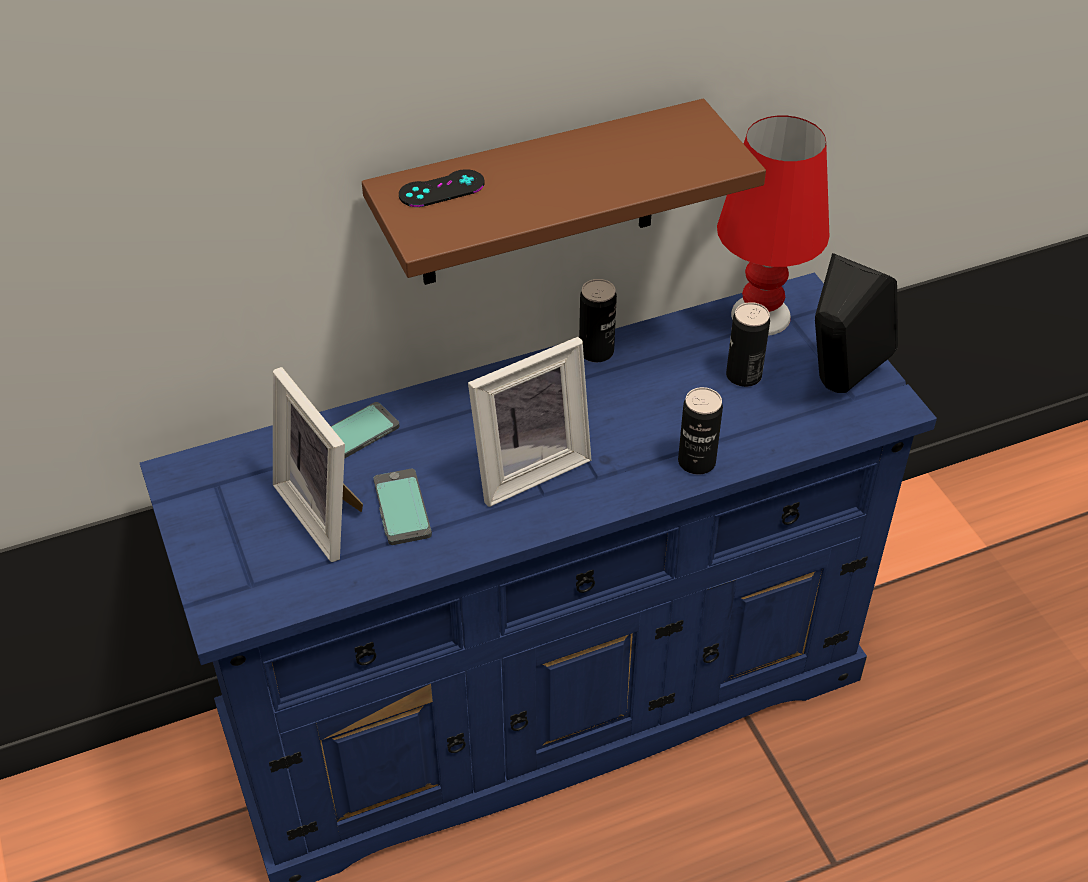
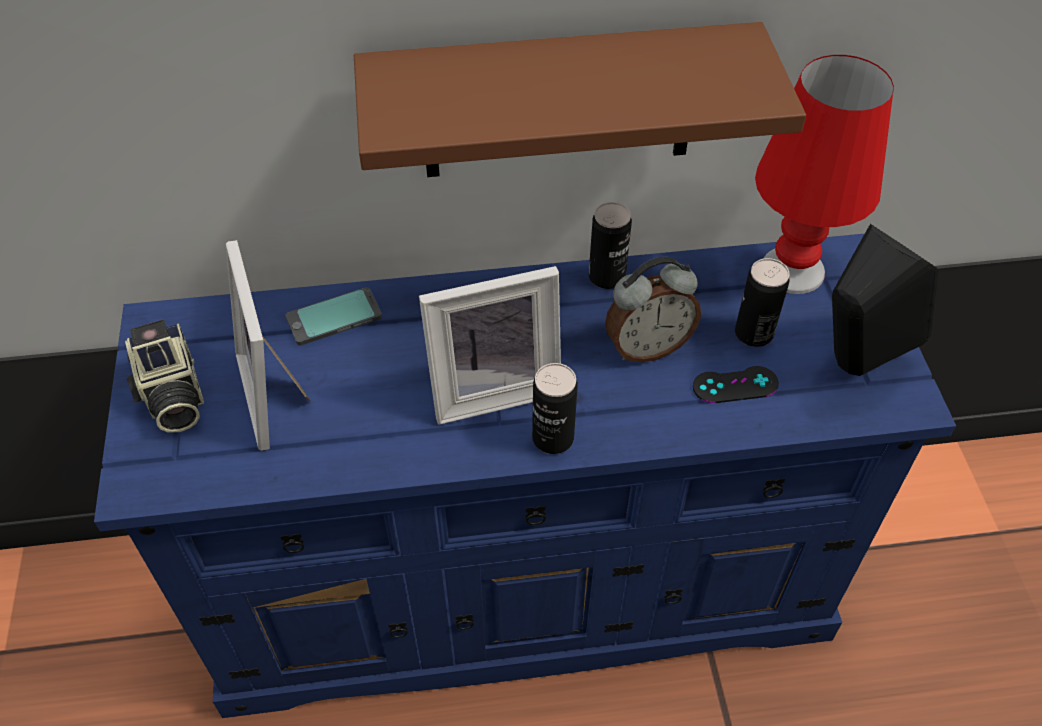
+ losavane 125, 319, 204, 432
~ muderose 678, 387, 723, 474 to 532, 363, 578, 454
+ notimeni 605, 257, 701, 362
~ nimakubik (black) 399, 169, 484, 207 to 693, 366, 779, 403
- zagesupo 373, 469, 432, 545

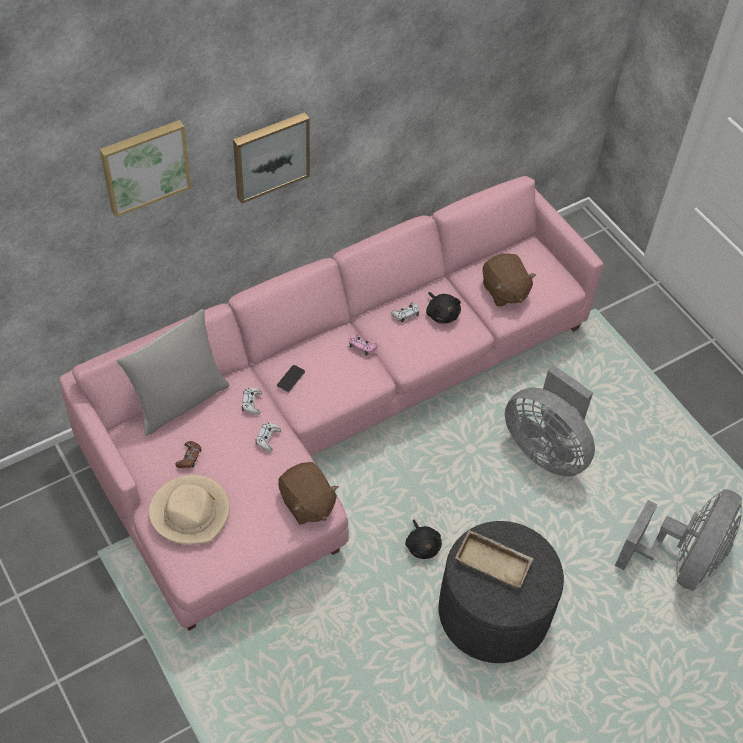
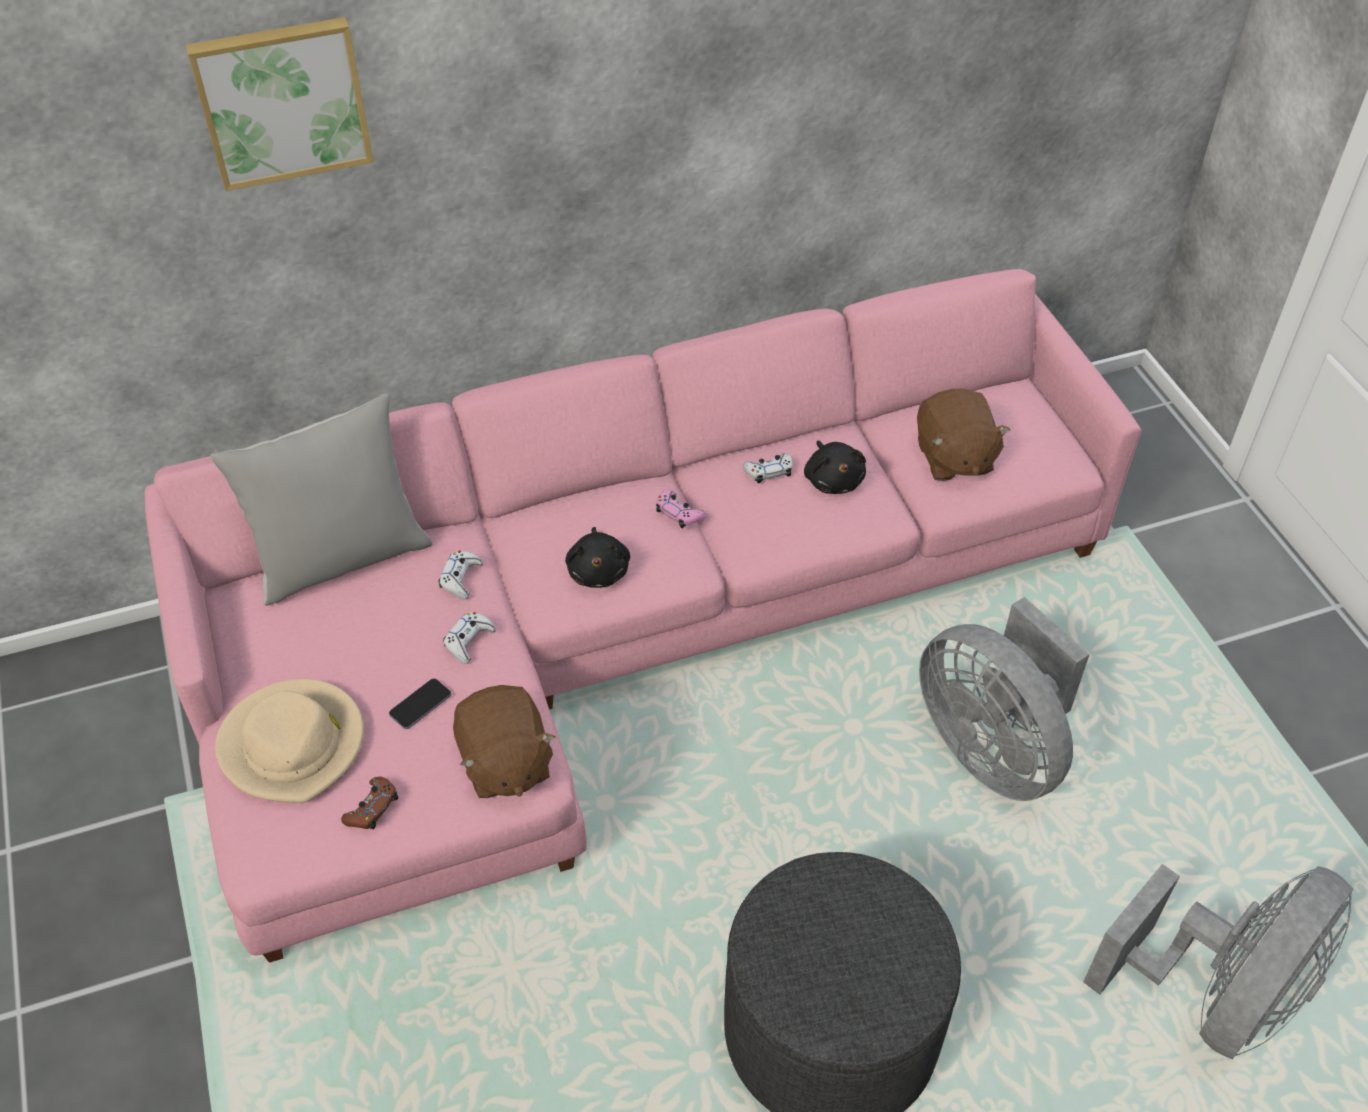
~ nimakubik (brown) 175, 441, 202, 468 to 341, 777, 398, 829
~ zagesupo 277, 365, 305, 392 to 389, 678, 451, 729
~ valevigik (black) 405, 519, 442, 559 to 565, 527, 630, 588
- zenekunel 233, 112, 310, 204
- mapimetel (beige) 455, 530, 533, 588

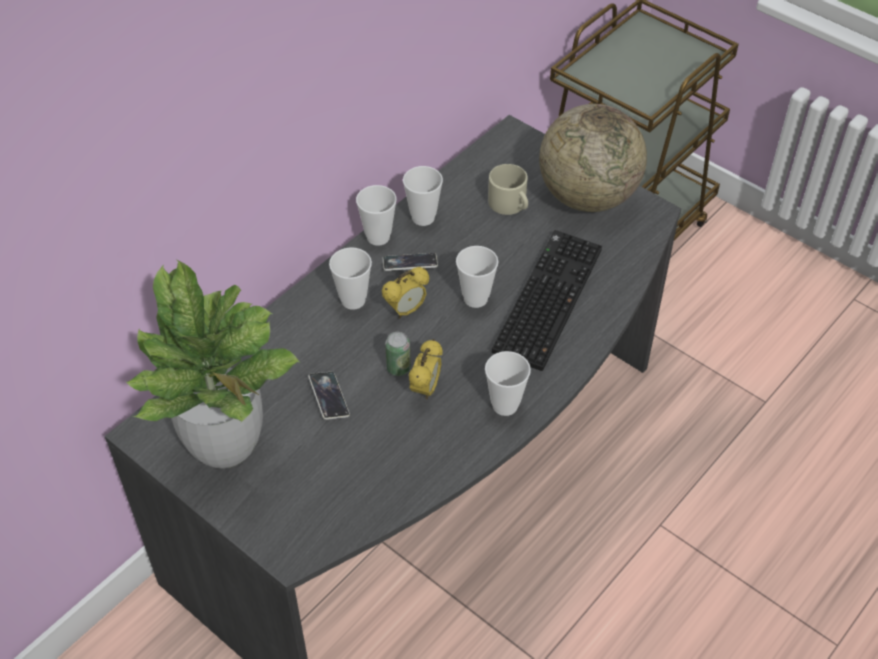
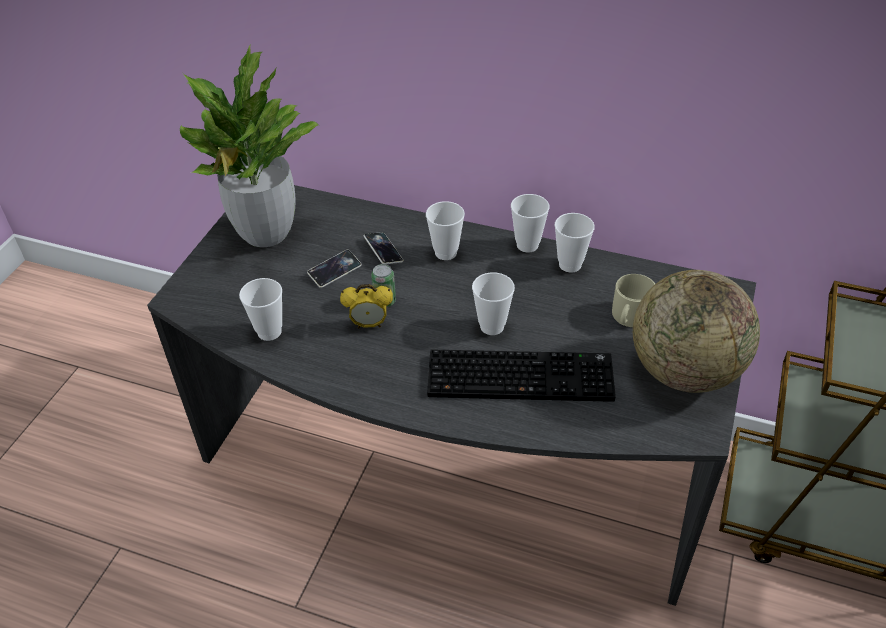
~ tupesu 485, 351, 531, 416 to 239, 278, 282, 341
~ zagesupo 383, 253, 438, 271 to 363, 232, 404, 264
- notimeni 382, 267, 429, 319

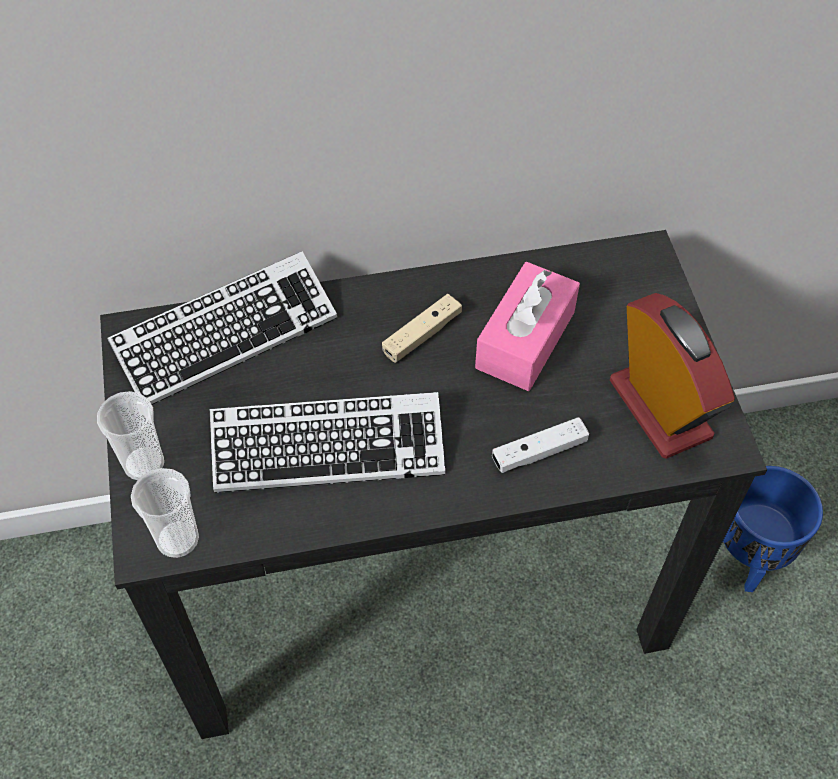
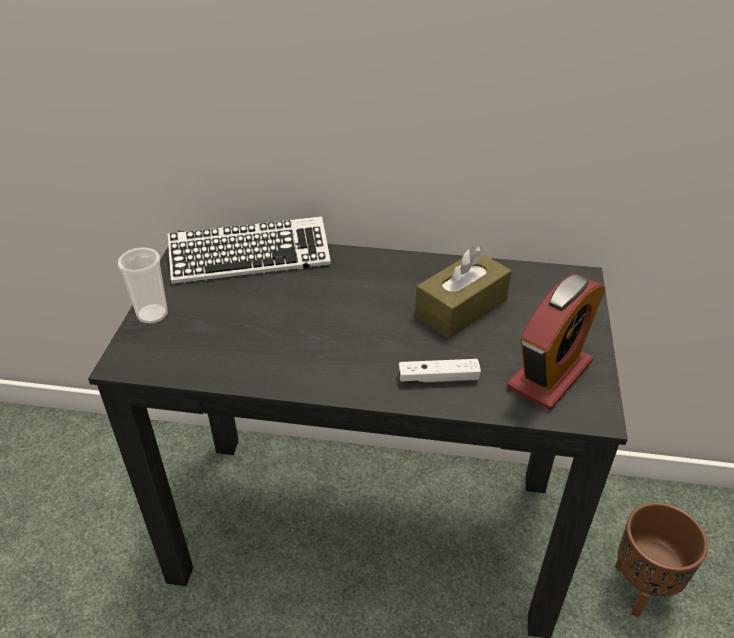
~ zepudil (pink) 475, 262, 580, 391 to zepudil (brown) 415, 246, 512, 338
~ notimeni 610, 293, 735, 459 = 507, 274, 605, 410 45 degrees clockwise
~ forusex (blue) 723, 466, 823, 592 to forusex (brown) 615, 502, 708, 617
- tupesu 131, 468, 199, 558
- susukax 210, 392, 445, 493
- nimakubik (beige) 382, 294, 462, 363

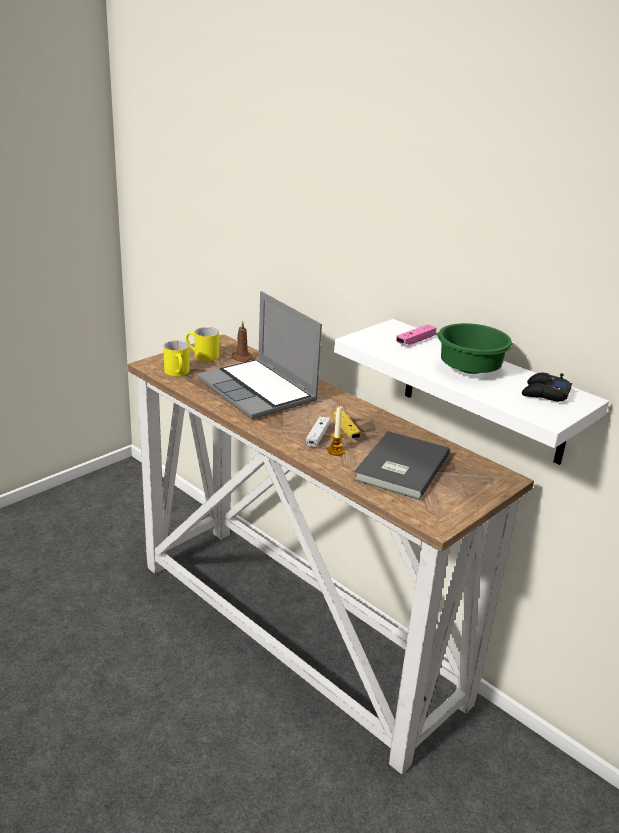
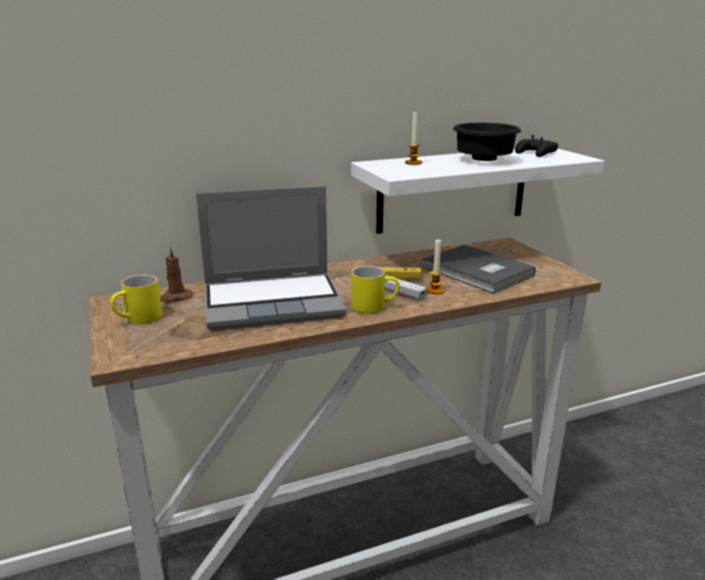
~ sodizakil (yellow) 163, 341, 190, 376 to 351, 266, 400, 313
~ nimakubik (pink) 396, 324, 436, 345 to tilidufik 405, 111, 422, 165
~ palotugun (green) 438, 323, 512, 374 to palotugun (black) 453, 123, 521, 161

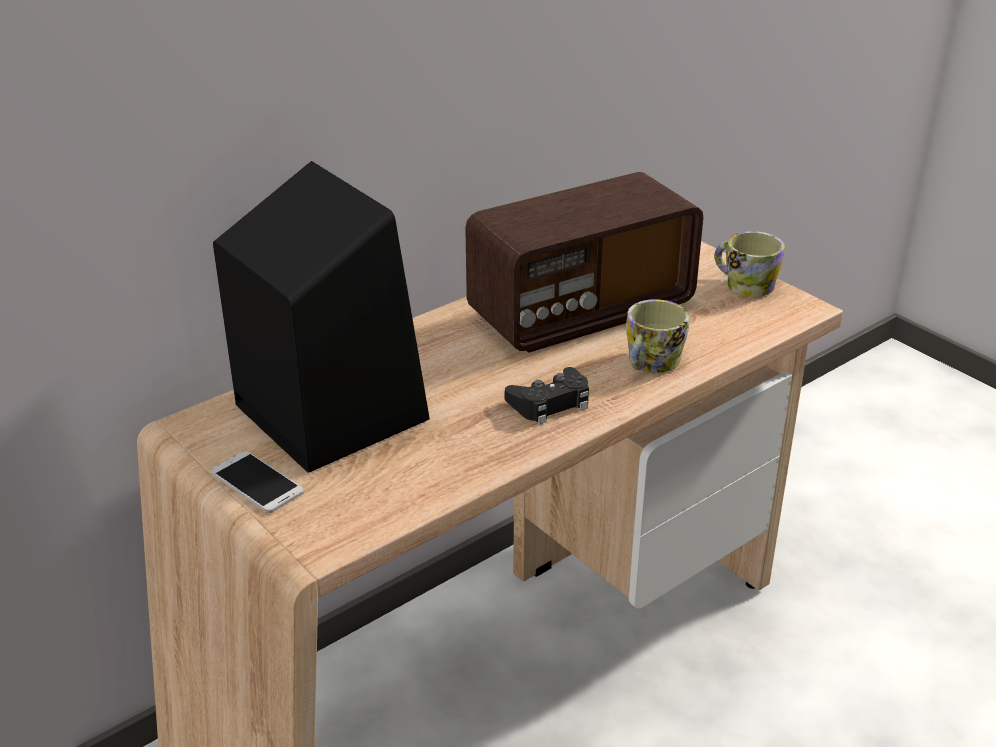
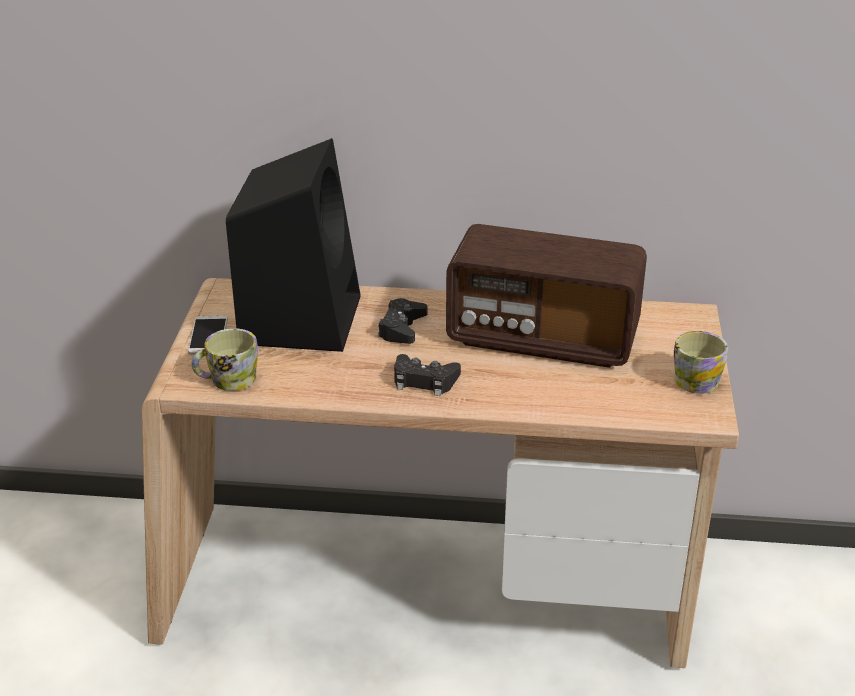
~ sodizakil 626, 299, 689, 373 to 191, 328, 258, 391
+ nimakubik (black) 378, 298, 428, 344

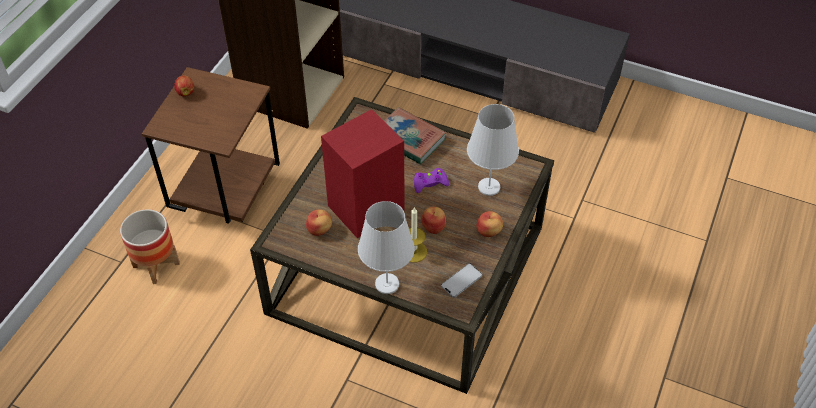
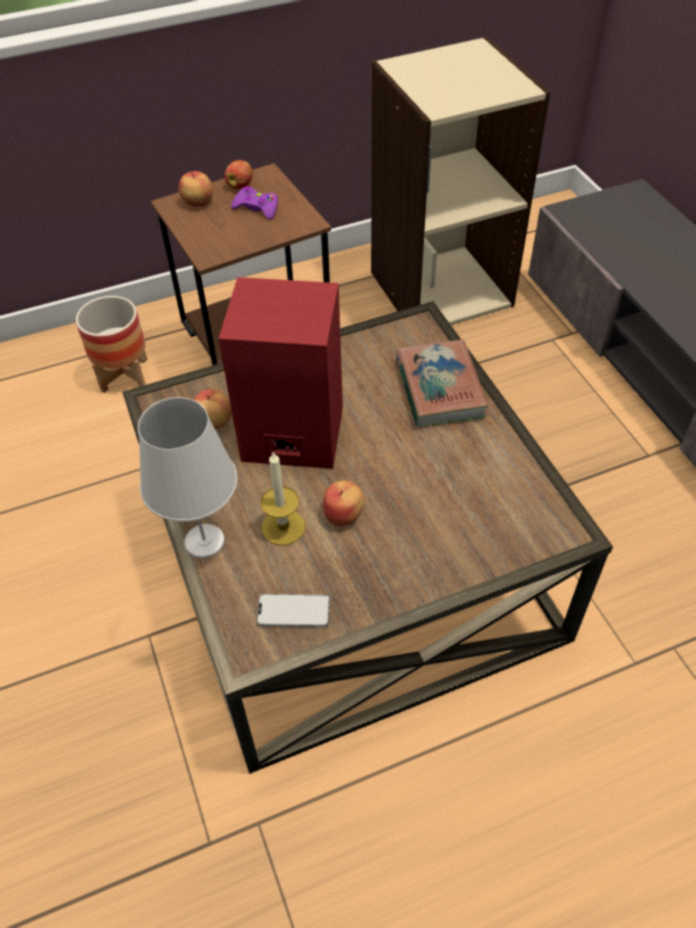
~ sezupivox 477, 211, 503, 237 to 179, 171, 213, 206
~ nimakubik (purple) 414, 168, 449, 193 to 231, 186, 278, 220
- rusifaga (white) 467, 104, 519, 196

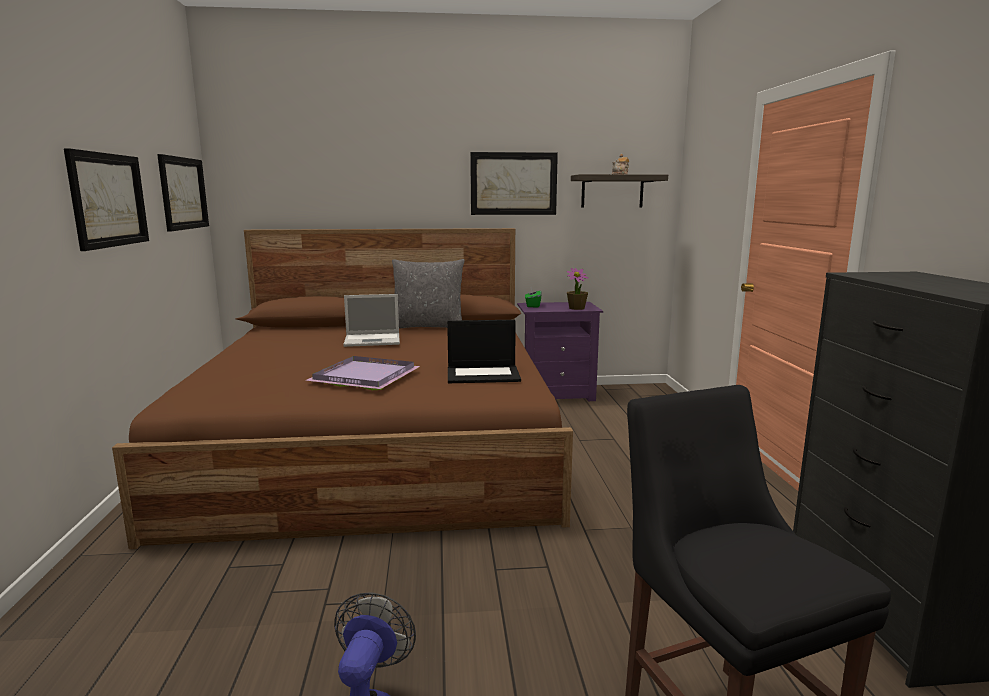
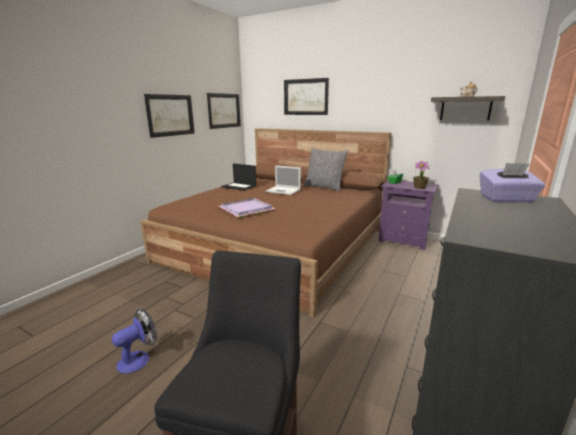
~ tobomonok 447, 320, 521, 383 to 221, 163, 256, 191
~ zenekunel 470, 152, 558, 215 to 284, 78, 329, 115
+ zepudil (purple) 480, 163, 545, 203

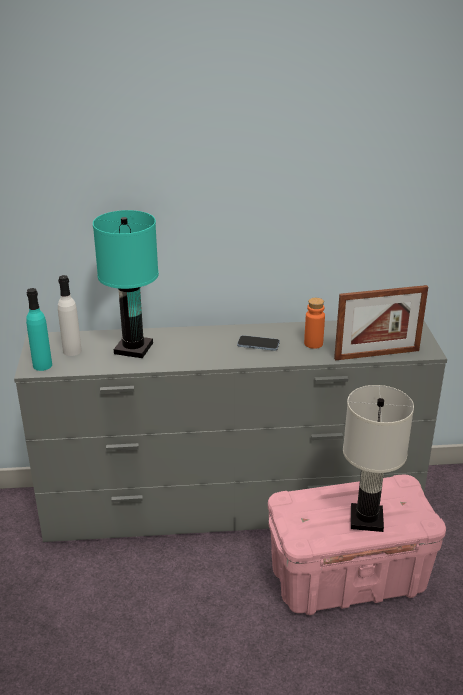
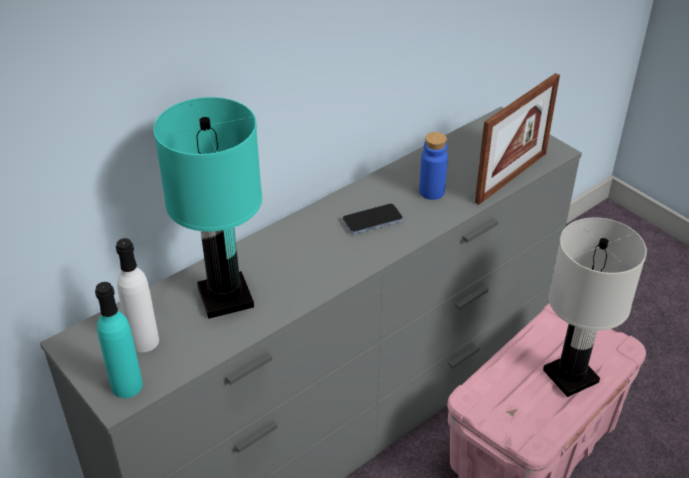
~ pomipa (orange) 304, 298, 325, 349 to pomipa (blue) 419, 132, 448, 200

